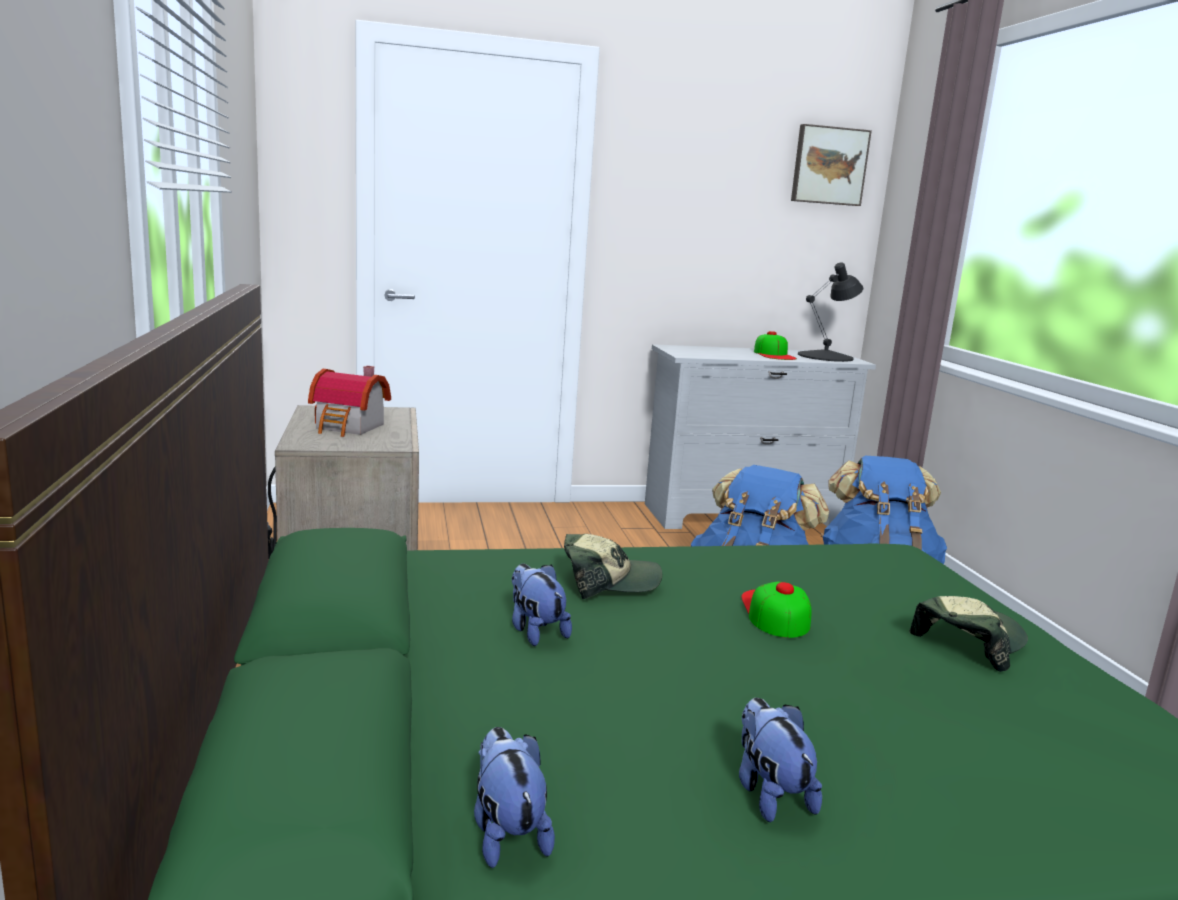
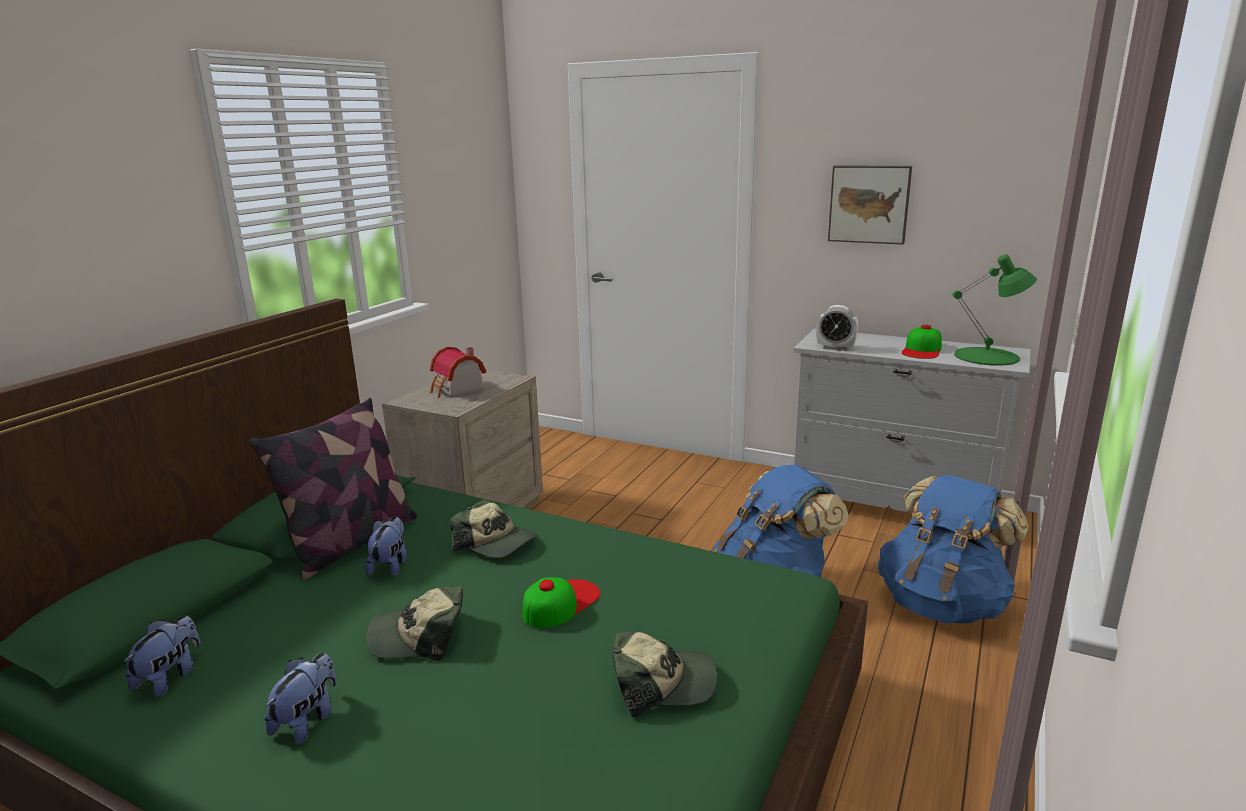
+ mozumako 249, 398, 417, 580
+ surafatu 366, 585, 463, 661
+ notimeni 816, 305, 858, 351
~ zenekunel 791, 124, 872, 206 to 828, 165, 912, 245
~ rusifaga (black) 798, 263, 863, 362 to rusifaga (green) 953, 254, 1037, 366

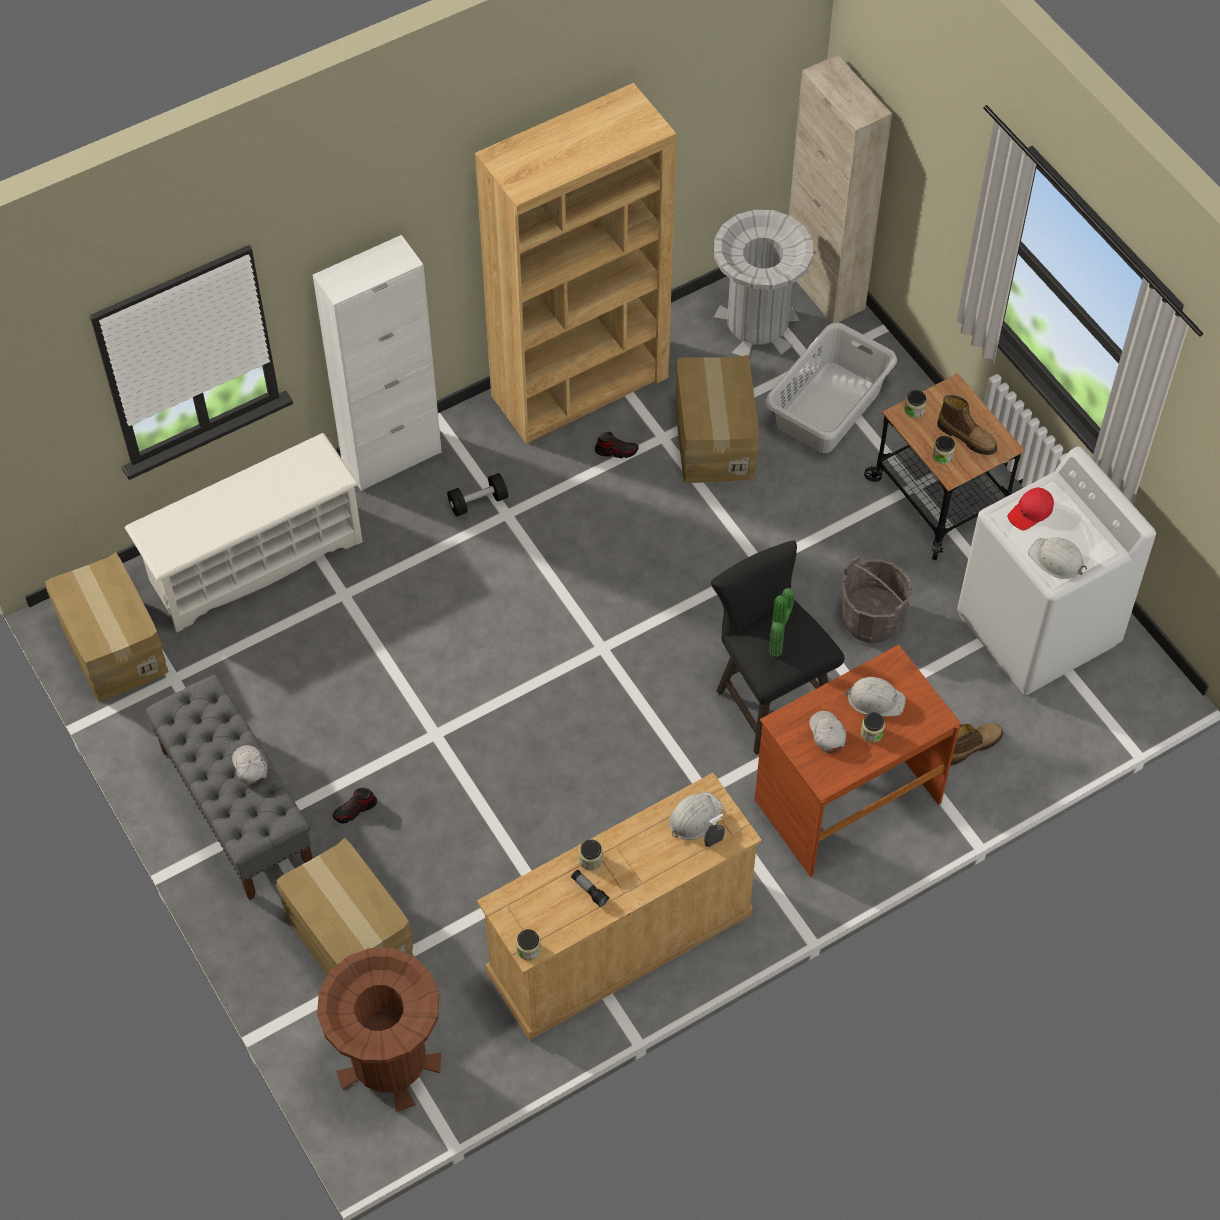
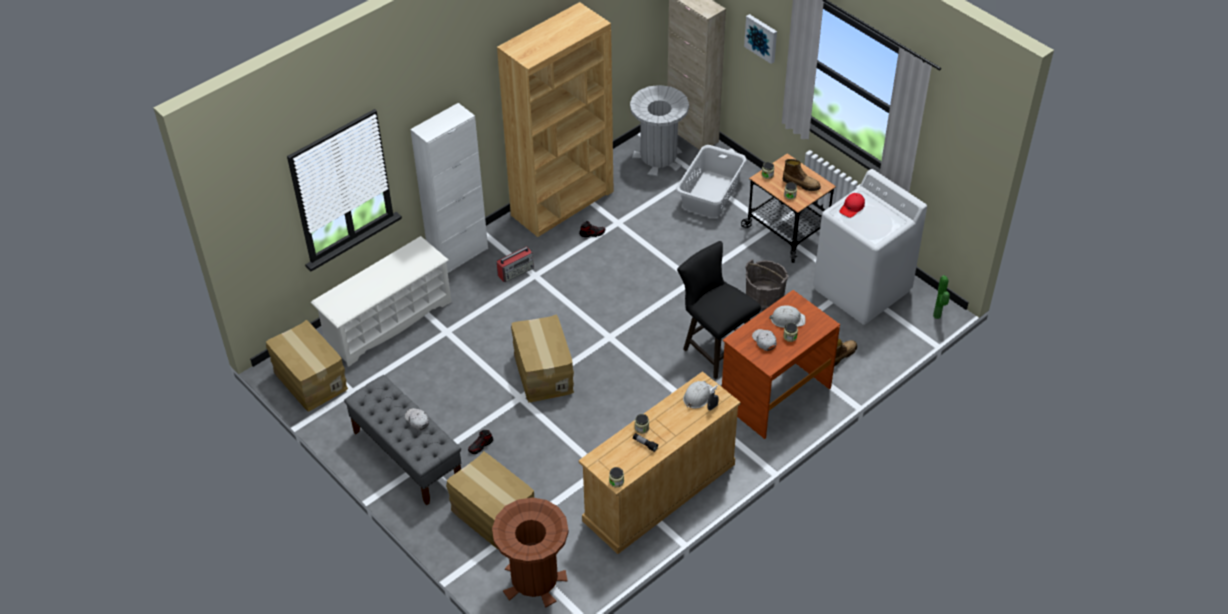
~ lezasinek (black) 447, 473, 508, 516 to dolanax 497, 246, 534, 282
~ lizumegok 675, 355, 759, 483 to 511, 314, 574, 402
+ zenekunel 744, 14, 777, 64
~ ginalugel 769, 588, 794, 657 to 933, 275, 950, 319
- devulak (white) 1028, 537, 1087, 579

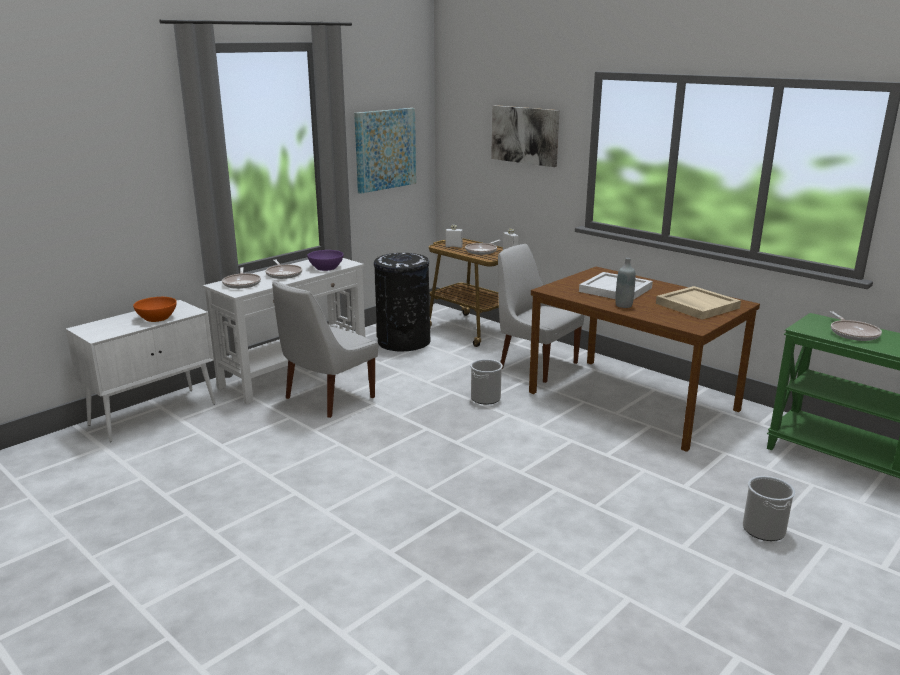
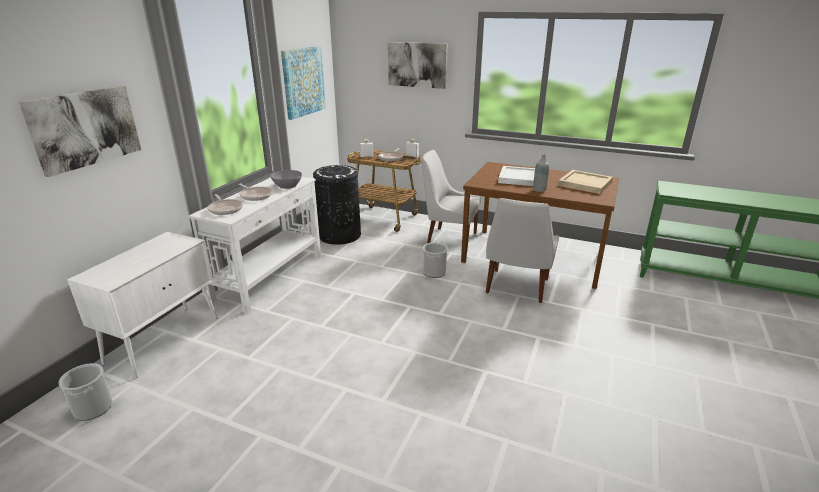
+ zenekunel 19, 86, 141, 177
~ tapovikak 743, 476, 795, 541 to 59, 363, 113, 420
~ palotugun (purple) 307, 250, 343, 271 to palotugun (grey) 271, 170, 302, 189
~ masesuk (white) 272, 281, 378, 418 to 486, 198, 559, 303
- palotugun (orange) 133, 297, 177, 322
- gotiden 830, 311, 882, 341

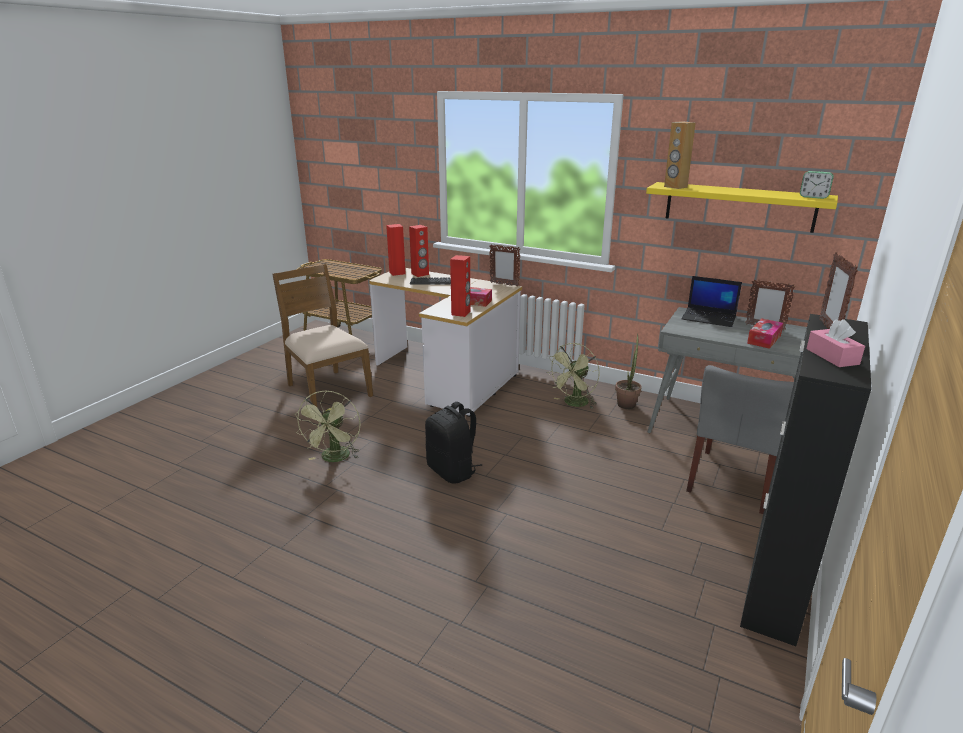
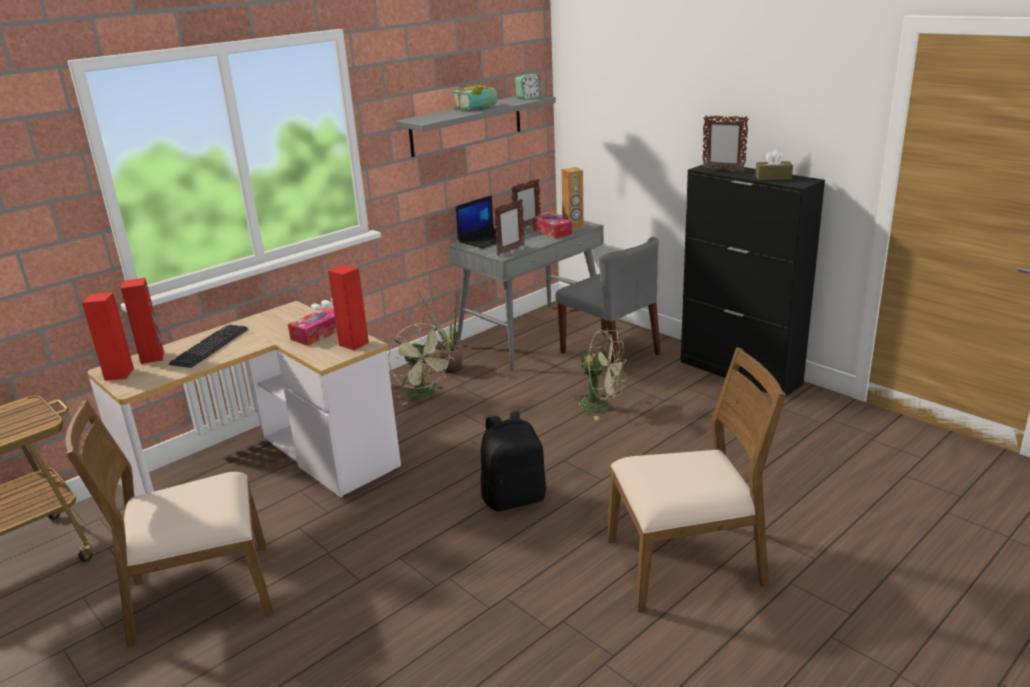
~ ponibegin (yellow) 646, 182, 838, 233 to ponibegin (grey) 396, 95, 556, 157
+ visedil 451, 85, 498, 110
~ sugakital 489, 244, 520, 287 to 493, 199, 525, 255
~ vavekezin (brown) 664, 121, 696, 189 to 561, 167, 584, 230
~ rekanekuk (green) 295, 390, 360, 462 to 573, 330, 627, 420
+ masesuk (brown) 607, 347, 786, 612
~ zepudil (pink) 807, 319, 865, 367 to zepudil (brown) 755, 149, 793, 180

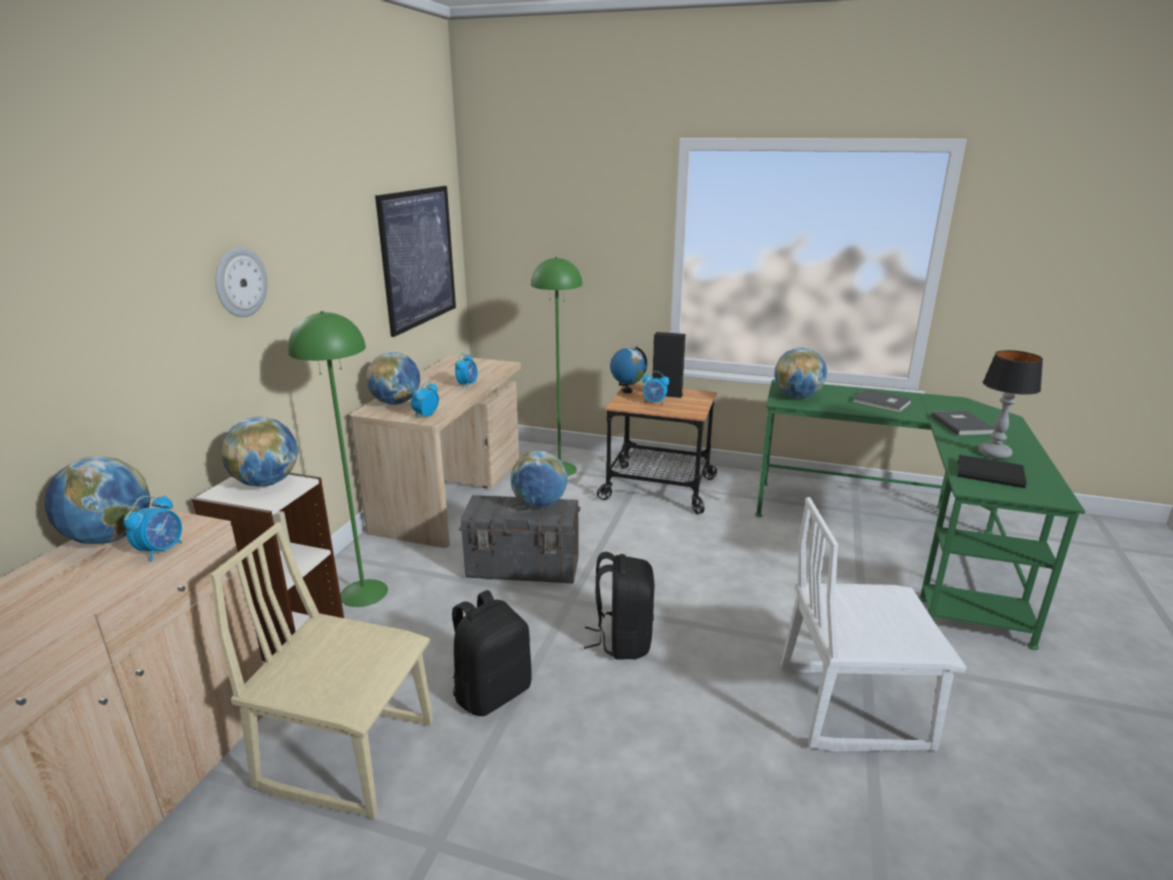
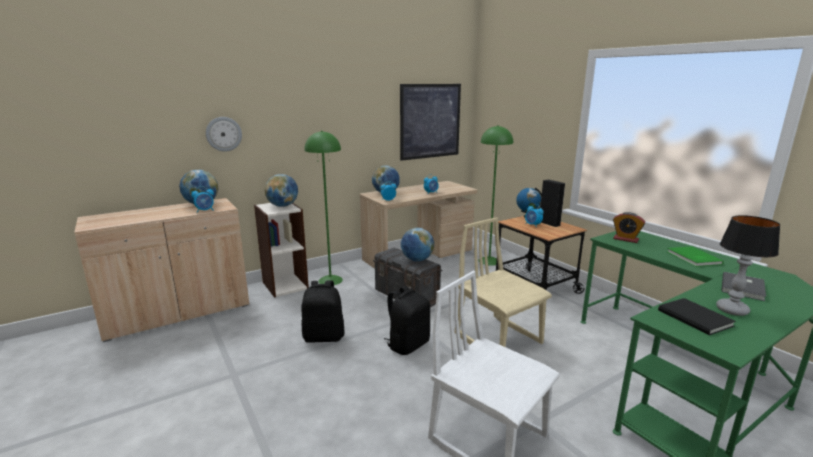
~ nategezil 216, 247, 267, 317 to 206, 117, 242, 152
~ masesuk (beige) 210, 522, 433, 819 to 455, 217, 552, 347
~ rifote 774, 347, 827, 398 to notimeni 613, 212, 645, 243
~ visedil (grey) 853, 389, 912, 413 to visedil (green) 668, 246, 724, 267

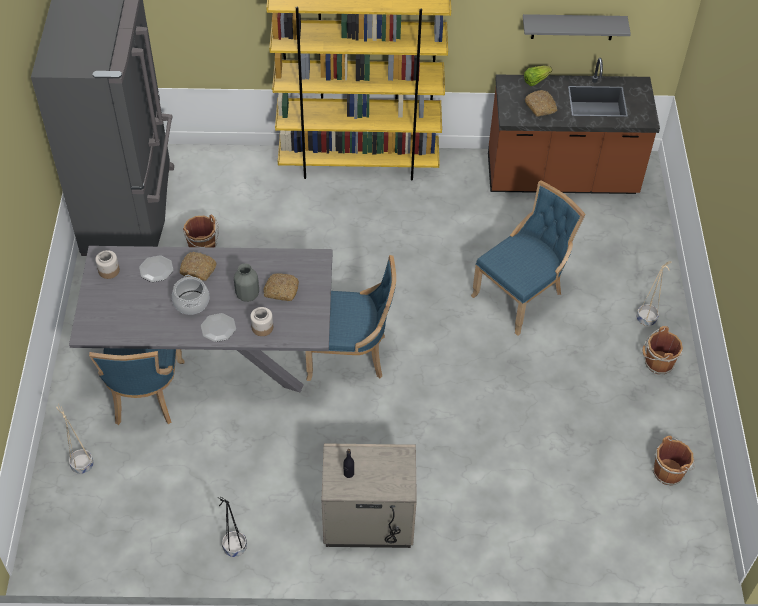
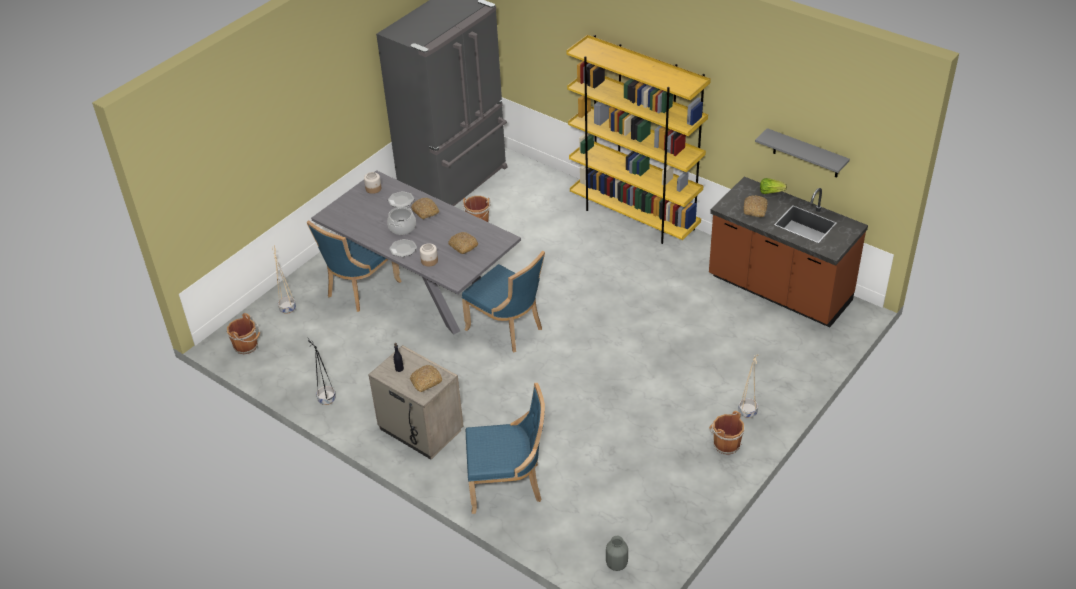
~ tapovikak (brown) 652, 436, 695, 486 to 227, 313, 260, 354
+ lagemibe 410, 365, 442, 392
~ masesuk (blue) 471, 180, 585, 336 to 466, 383, 545, 514
~ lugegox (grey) 234, 263, 259, 302 to 606, 536, 628, 571

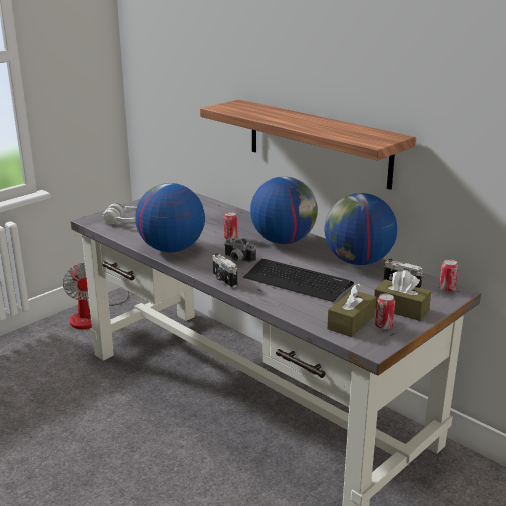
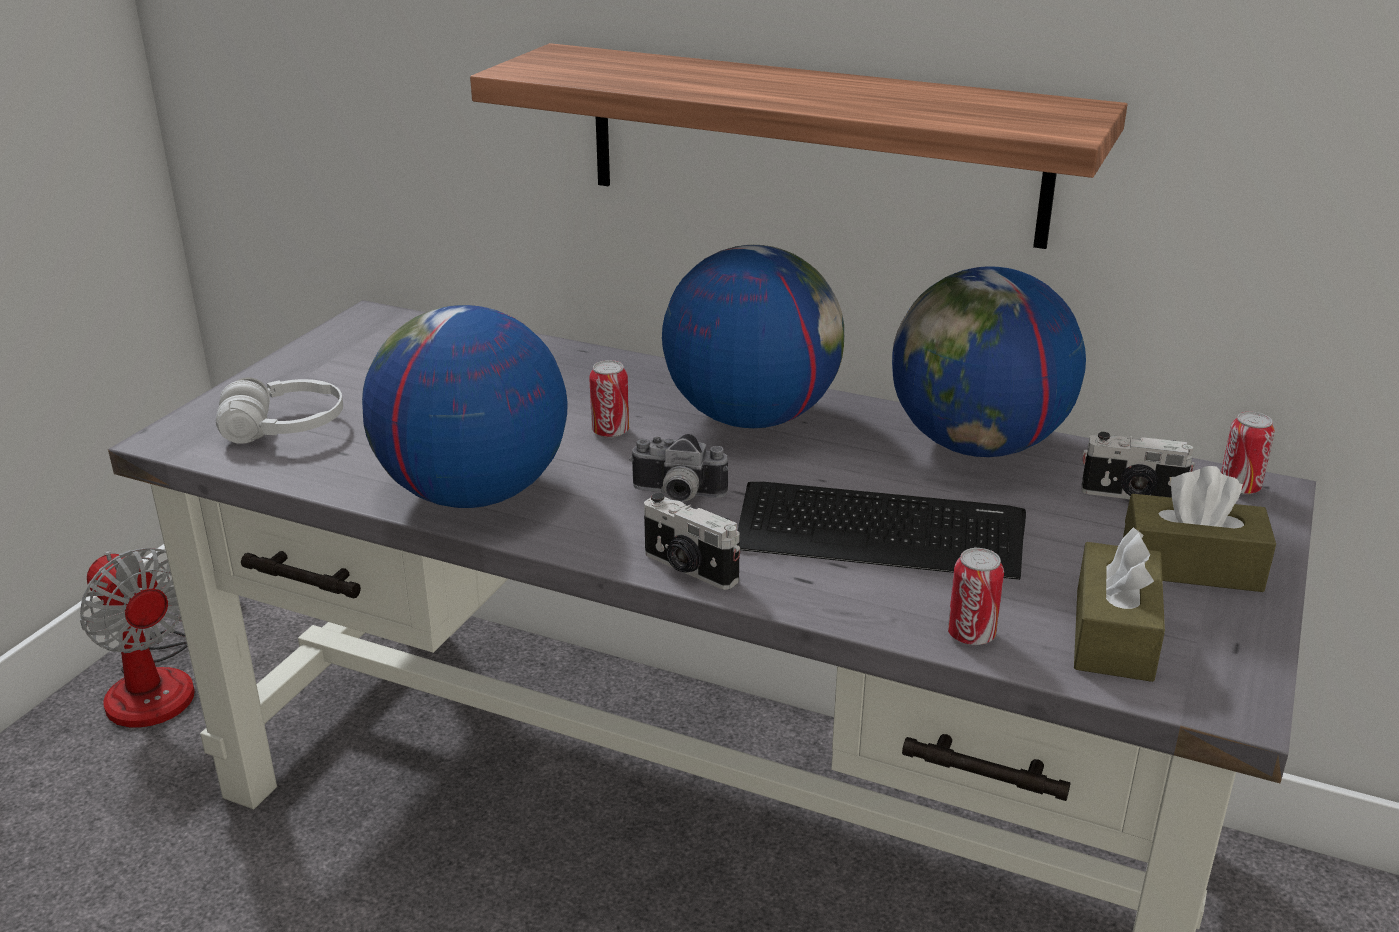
~ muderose 375, 293, 395, 330 to 948, 548, 1004, 645

